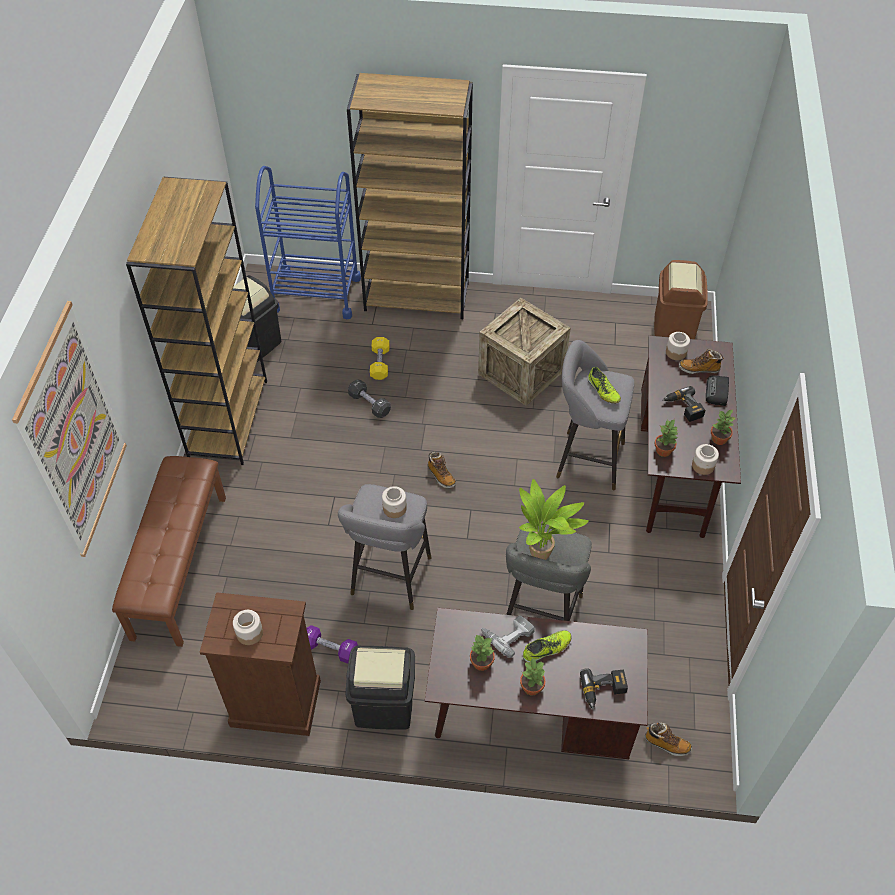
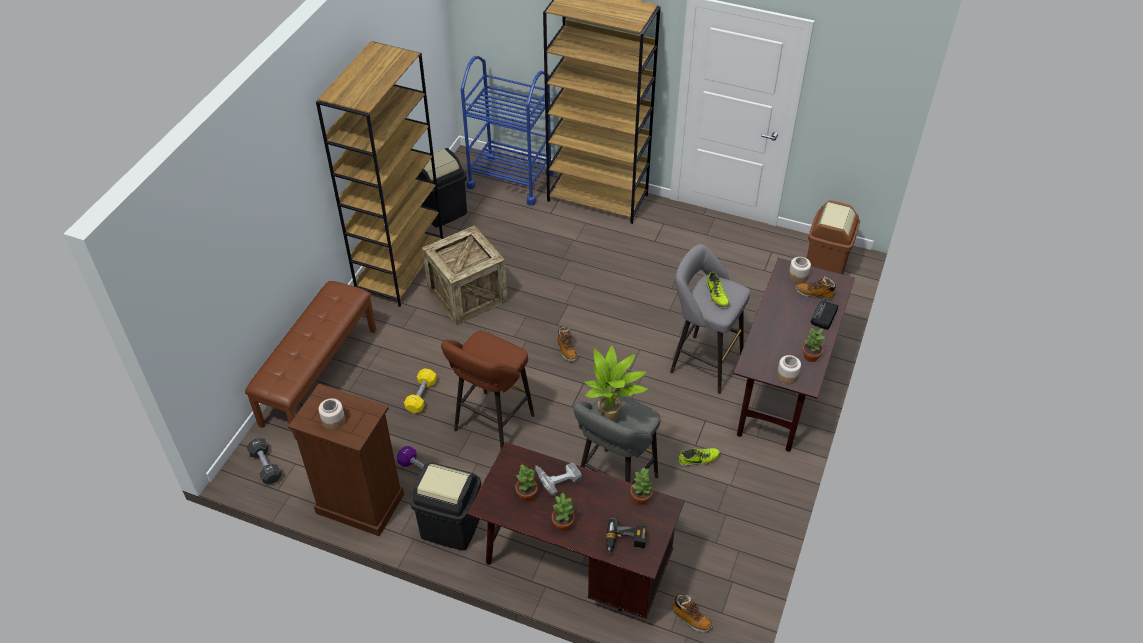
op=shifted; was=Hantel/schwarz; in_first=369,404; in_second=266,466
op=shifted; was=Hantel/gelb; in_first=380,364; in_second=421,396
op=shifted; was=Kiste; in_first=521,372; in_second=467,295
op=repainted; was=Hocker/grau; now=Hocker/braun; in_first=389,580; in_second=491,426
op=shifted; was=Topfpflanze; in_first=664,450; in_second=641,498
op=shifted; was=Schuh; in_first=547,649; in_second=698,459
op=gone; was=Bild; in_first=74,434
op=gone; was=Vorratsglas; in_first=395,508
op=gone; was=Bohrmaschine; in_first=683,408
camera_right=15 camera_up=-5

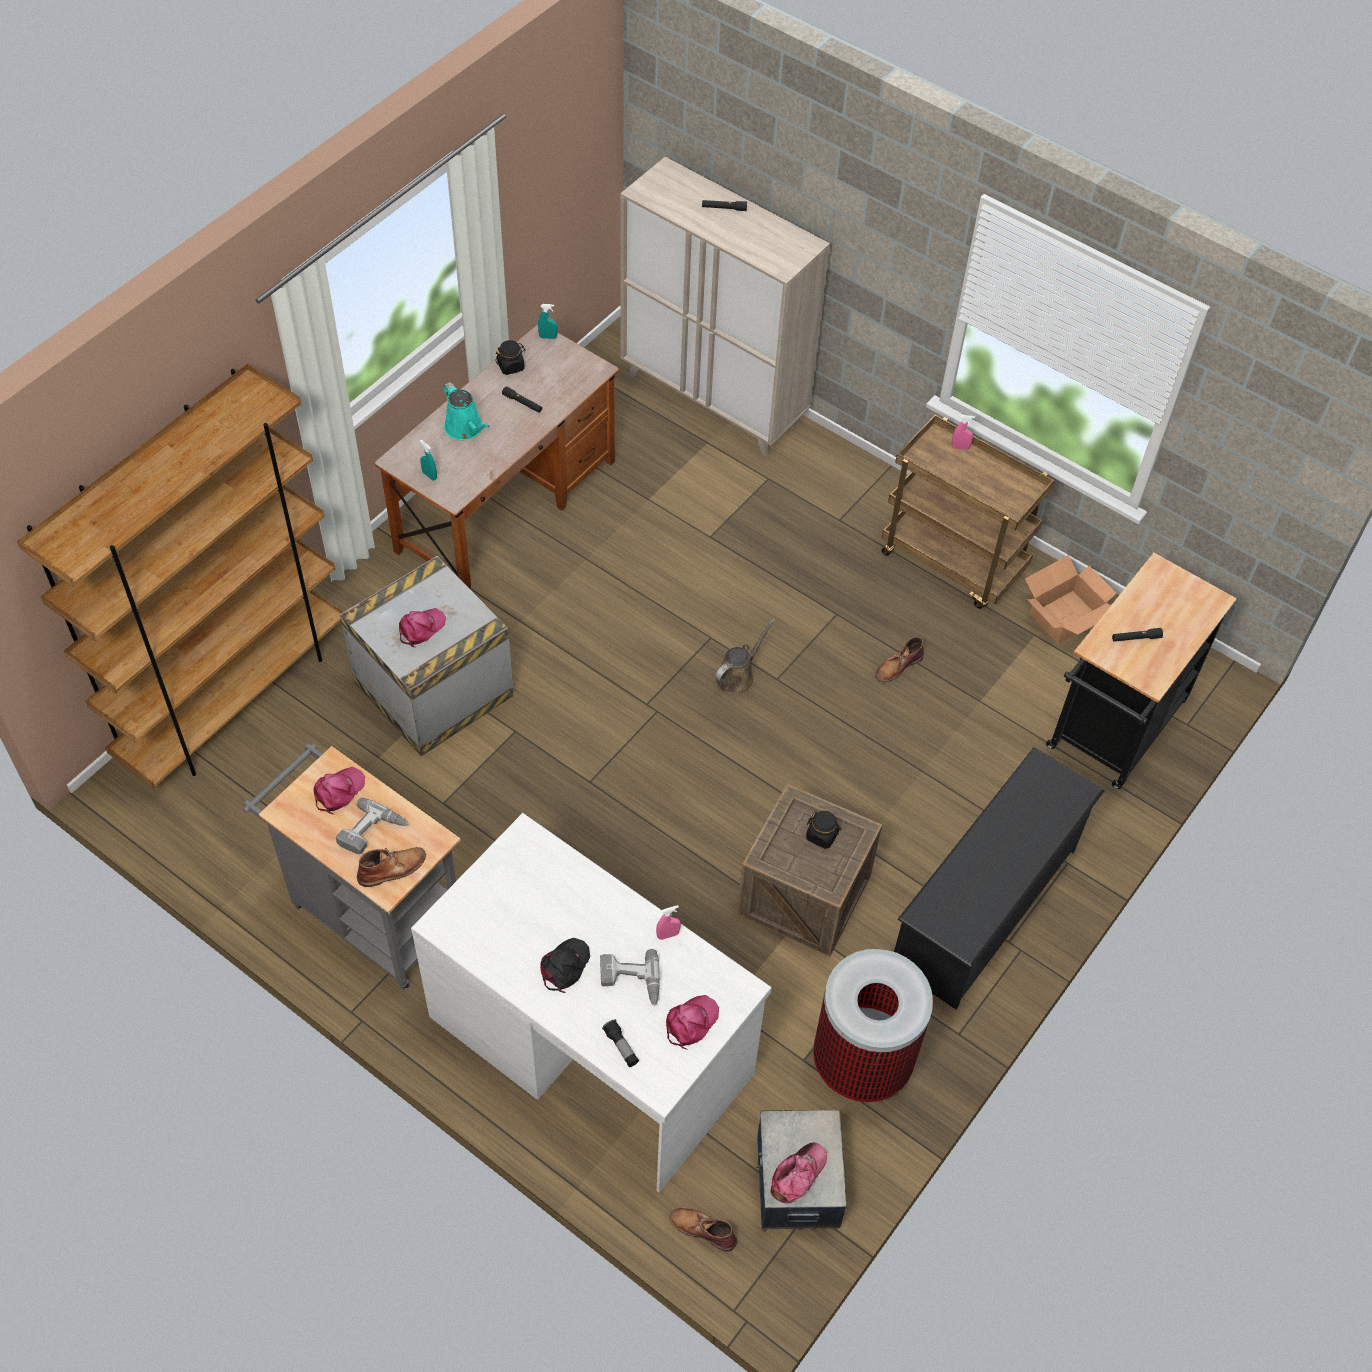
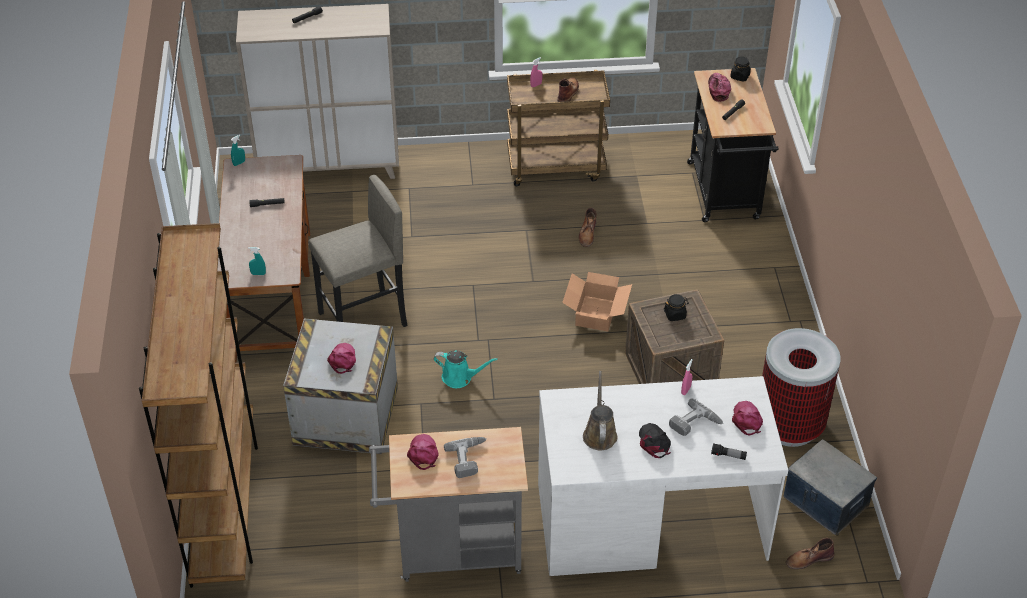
op=new; now=Hocker/grau; in_second=363,320
op=shifted; was=Gießkanne/türkis; in_first=466,429; in_second=460,377
op=shifted; was=Stiefel/braun; in_first=392,869; in_second=568,92
op=shifted; was=Karton; in_first=1064,616; in_second=595,314
op=shifted; was=Gießkanne/braun; in_first=737,676; in_second=599,433
op=shifted; was=Kappe; in_first=798,1174; in_second=718,89
op=shifted; was=Vorratsglas/schwarz; in_first=511,366; in_second=740,76
op=gone; was=Schuhregal/schwarz; in_first=985,907
camera_right=-40 camera_up=-10

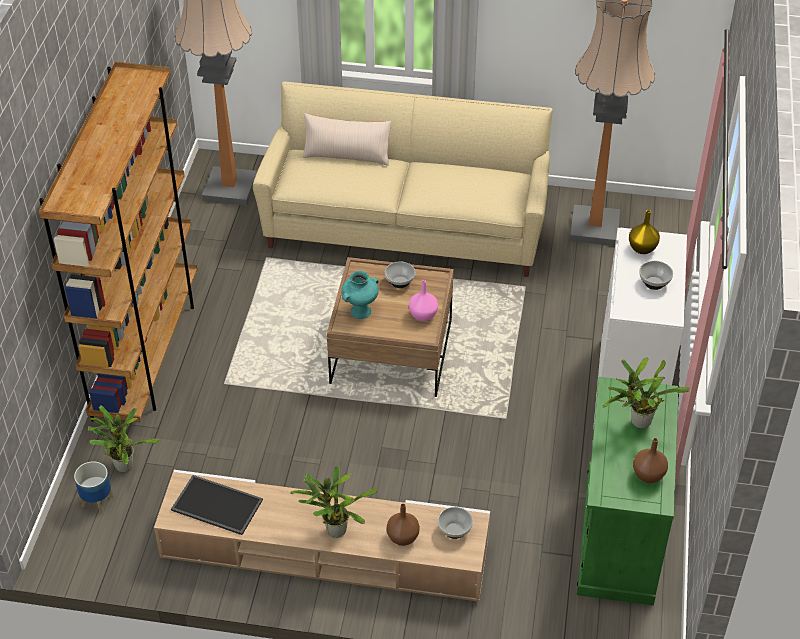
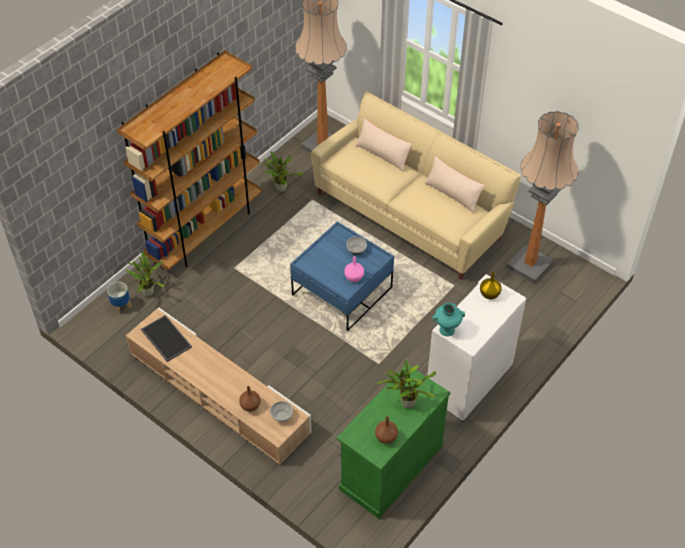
op=shifted; was=Topfpflanze; in_first=334,529; in_second=280,187
op=repainted; was=Couchtisch/braun; now=Couchtisch/blau; in_first=391,351; in_second=342,291
op=new; now=Kissen/beige; in_second=453,194
op=shifted; was=Vase/türkis; in_first=361,311; in_second=447,329
op=gone; was=Schüssel; in_first=653,283
camera_right=30 camera_up=5

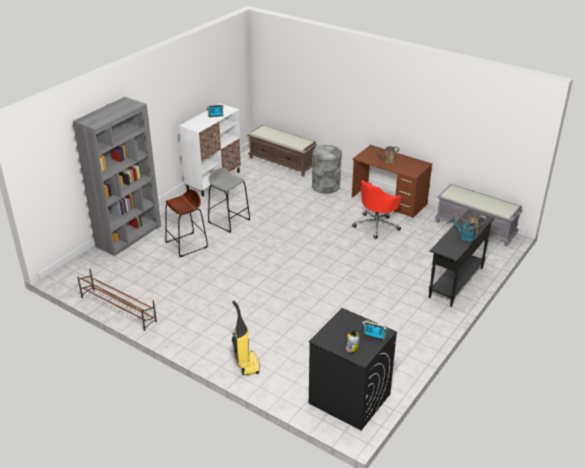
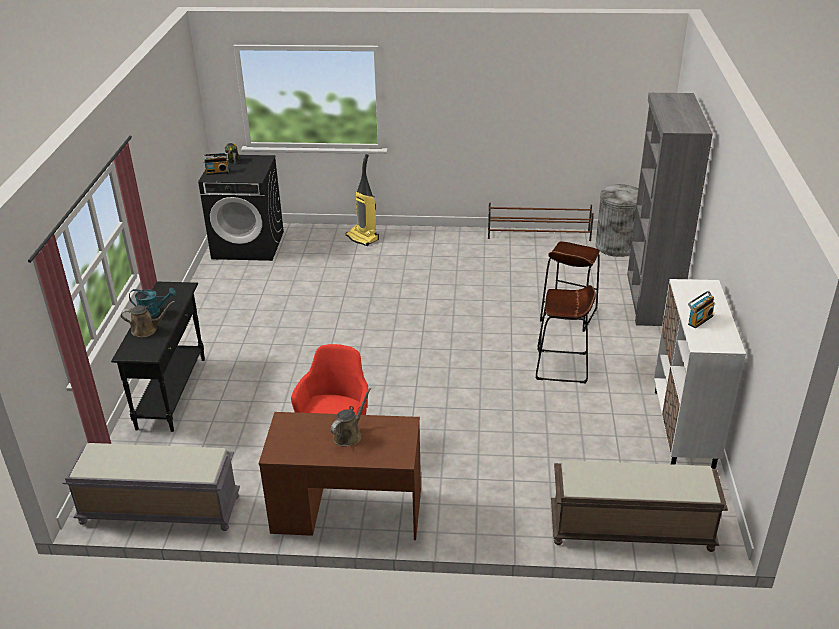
op=repainted; was=Hocker/grau; now=Hocker/braun; in_first=229,221; in_second=561,366
op=shifted; was=Mülleimer/grau; in_first=326,186; in_second=616,246
camera_right=150 camera_up=0

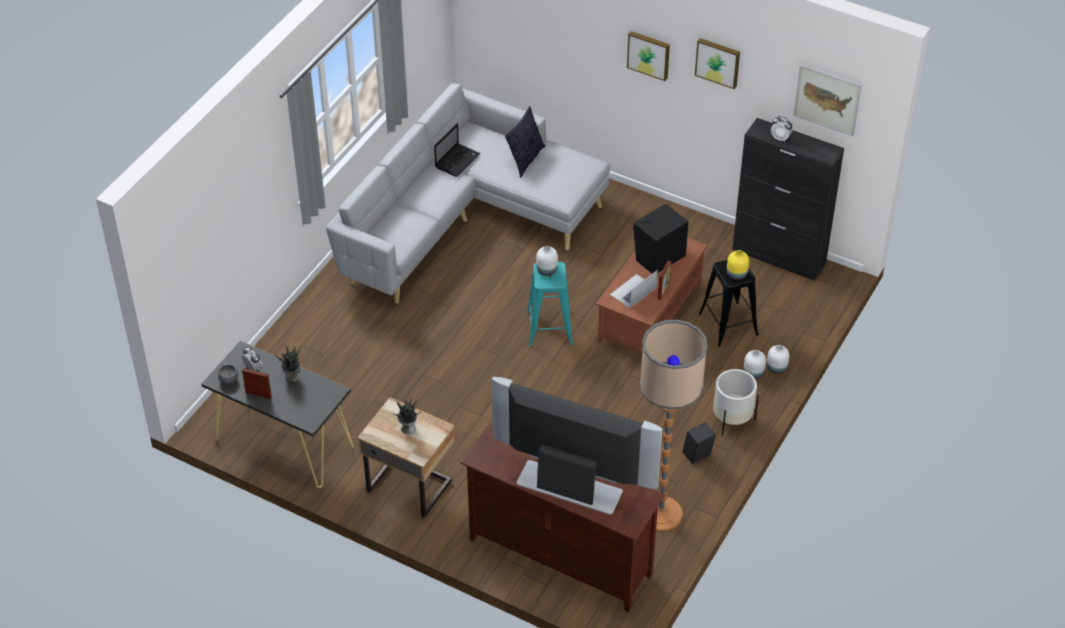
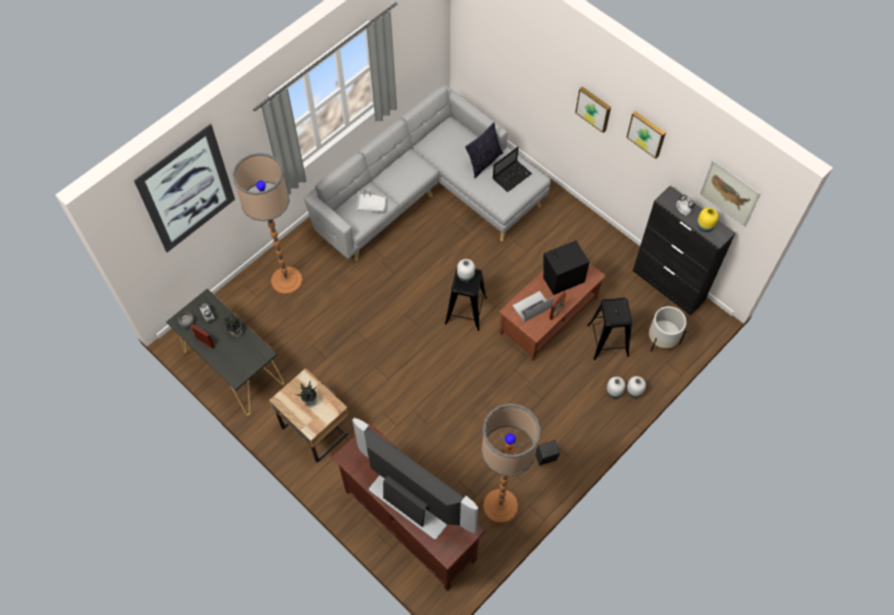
op=new; now=Bild; in_second=187,190
op=new; now=Stehlampe; in_second=286,280
op=new; now=Tablett/grau; in_second=371,204
op=repainted; was=Hocker/türkis; now=Hocker/schwarz; in_first=549,327; in_second=465,310
op=shifted; was=Laptop; in_first=457,160; in_second=512,176
op=shifted; was=Pflanzkübel/weiß; in_first=732,420; in_second=662,340
op=shifted; was=Vase/gelb; in_first=737,274; in_second=705,226
camera_right=15 camera_up=15

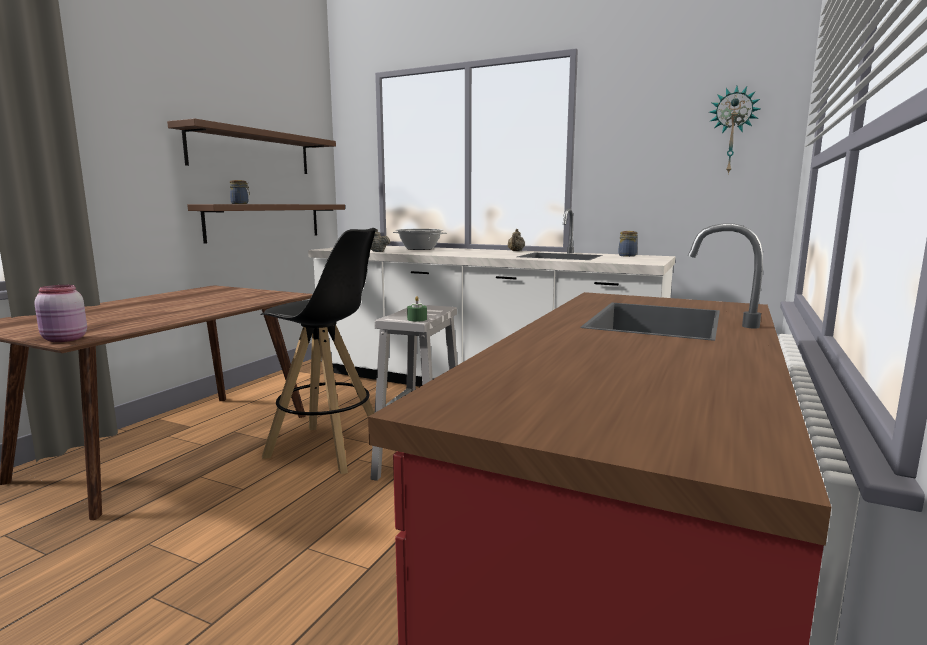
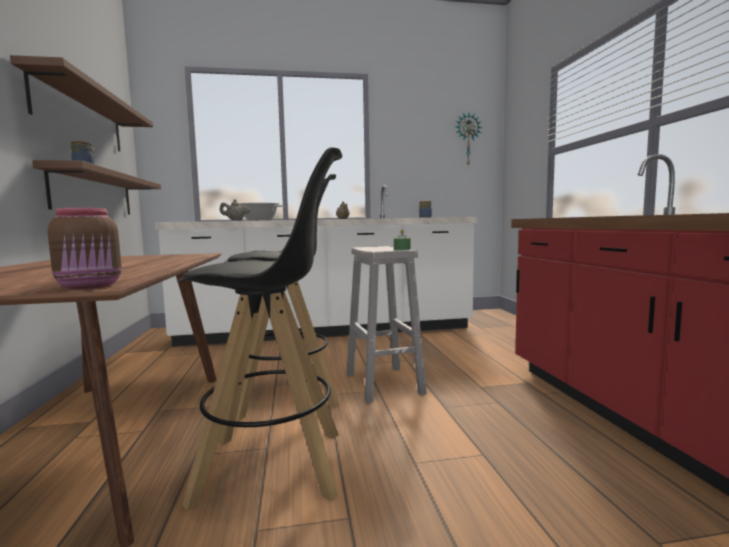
op=repainted; was=Vorratsglas/rosa; now=Vorratsglas/braun; in_first=65,339; in_second=91,286
op=new; now=Hocker/schwarz; in_second=274,466
camera_right=-35 camera_up=-5

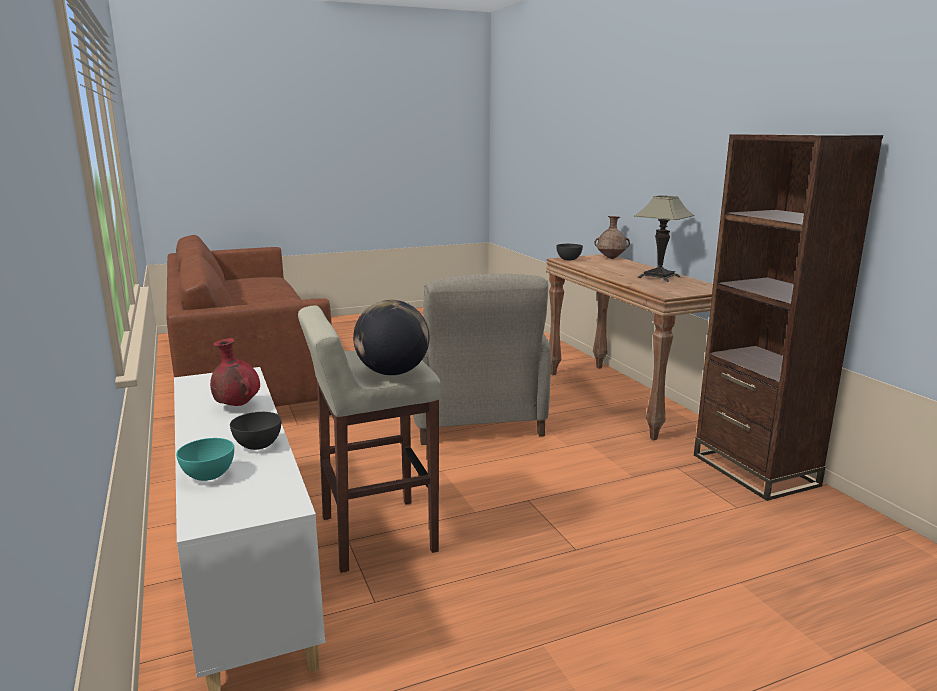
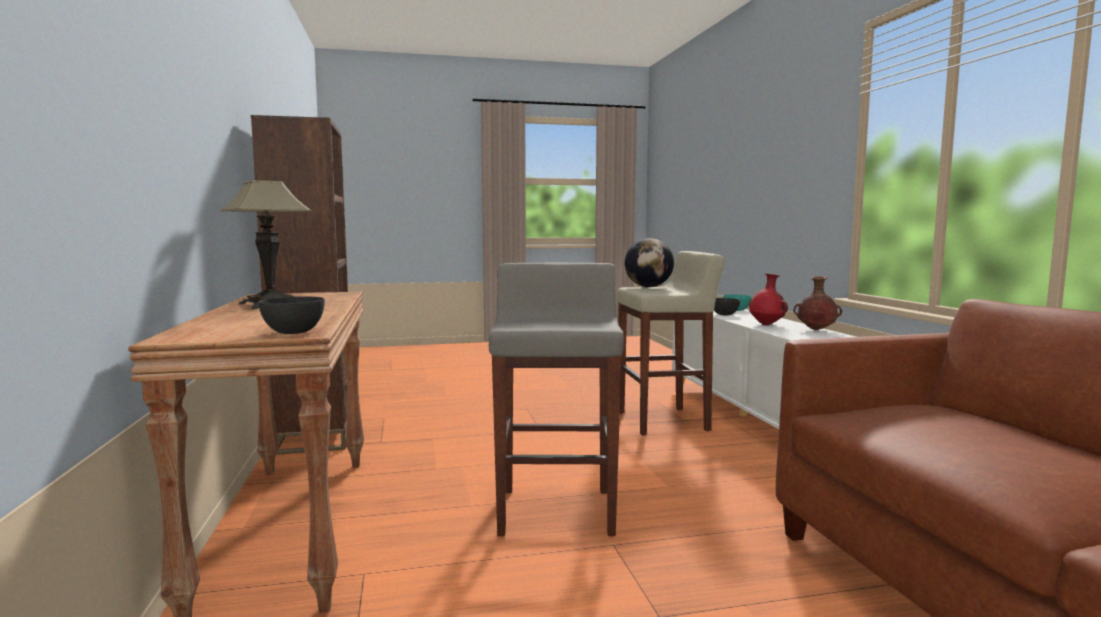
op=swapped; was=Sessel/beige; now=Hocker/grau; in_first=473,417; in_second=556,511
op=shifted; was=Vase/braun; in_first=611,258; in_second=815,330
camera_right=-170 camera_up=-10

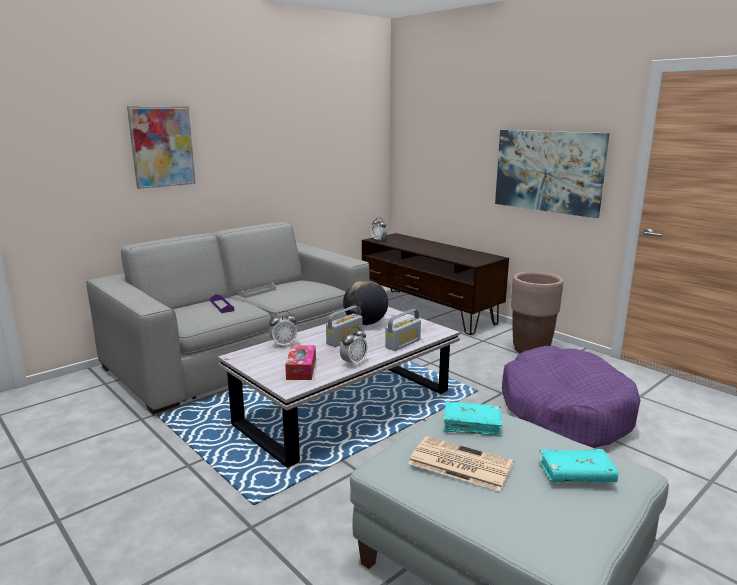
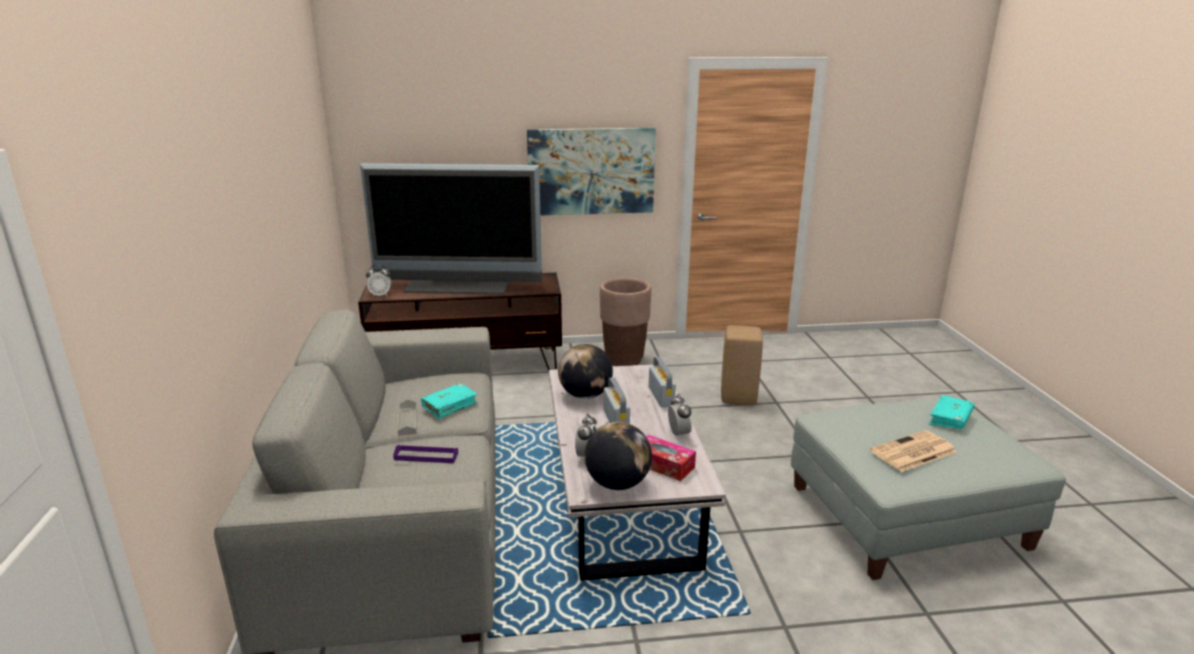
op=new; now=Fernseher; in_second=458,286
op=shifted; was=Buch/türkis; in_first=472,425; in_second=449,406
op=new; now=Globus; in_second=617,483
op=swapped; was=Hundebett/lila; now=Hocker/beige; in_first=565,411; in_second=739,398
op=gone; was=Bild; in_first=162,146
camera_right=-55 camera_up=5

